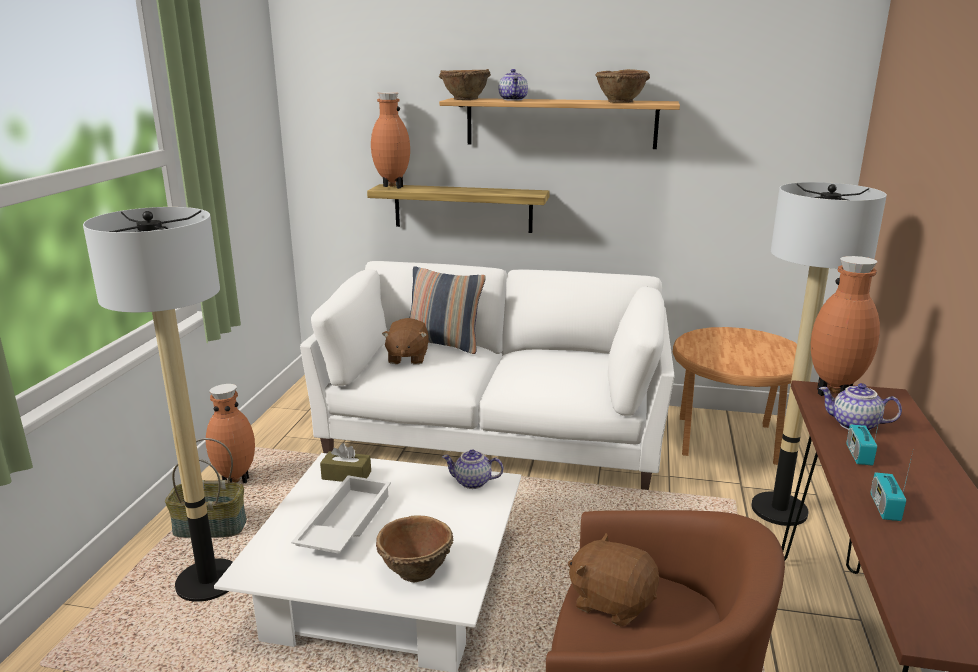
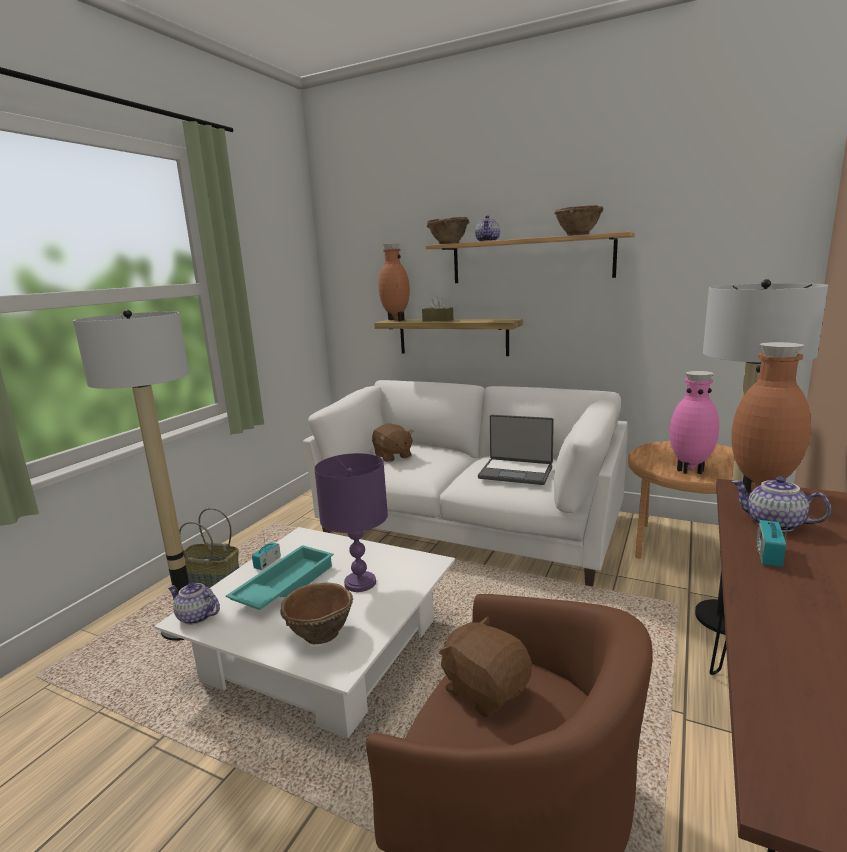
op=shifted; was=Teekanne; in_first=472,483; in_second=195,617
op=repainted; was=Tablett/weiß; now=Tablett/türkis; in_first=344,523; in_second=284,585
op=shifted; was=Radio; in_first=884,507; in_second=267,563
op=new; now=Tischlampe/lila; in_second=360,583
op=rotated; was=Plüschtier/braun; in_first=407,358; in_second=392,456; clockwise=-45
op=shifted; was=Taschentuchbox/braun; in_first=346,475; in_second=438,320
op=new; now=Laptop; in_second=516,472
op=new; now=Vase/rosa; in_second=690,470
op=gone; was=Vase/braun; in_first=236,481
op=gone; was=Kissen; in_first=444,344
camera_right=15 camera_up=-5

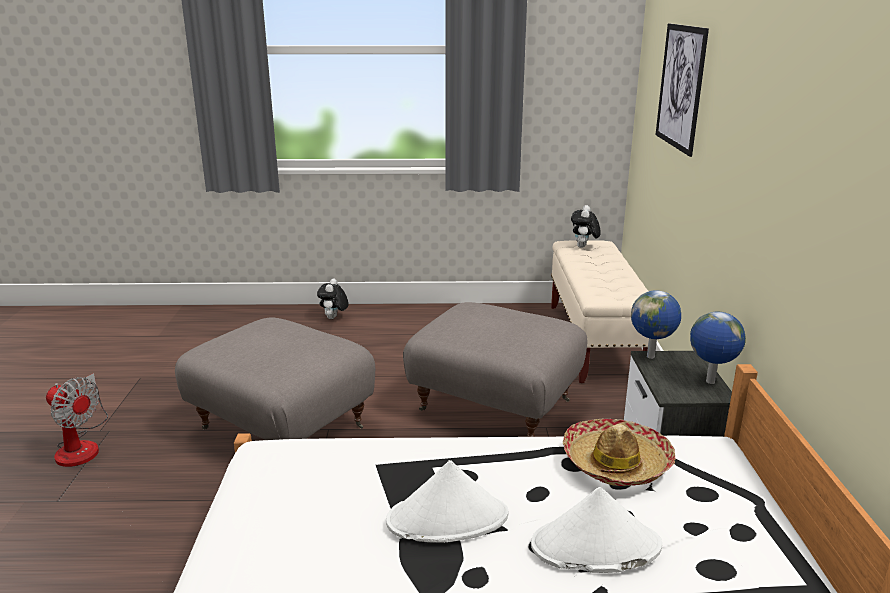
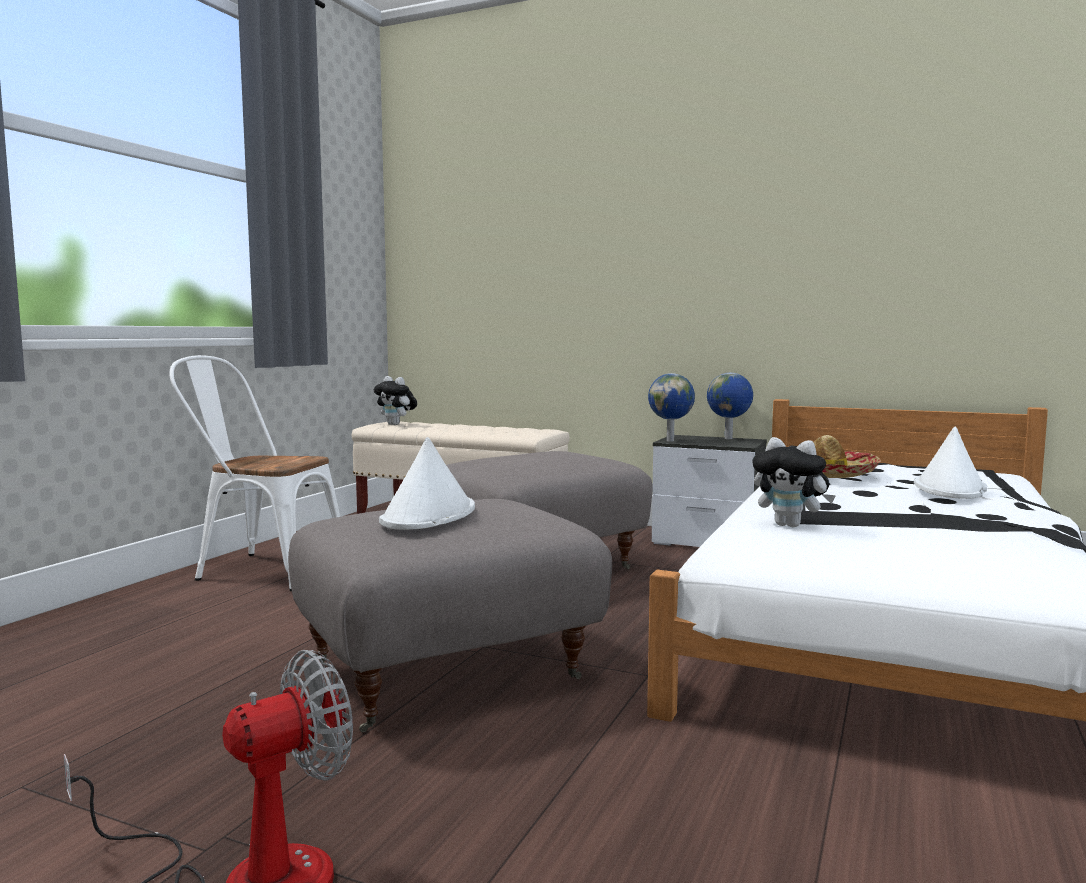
op=new; now=Stuhl/weiß; in_second=262,569
op=shifted; was=Hut/weiß; in_first=448,519; in_second=429,516
op=shifted; was=Plüschtier; in_first=334,318; in_second=791,525
op=gone; was=Bild; in_first=680,87
camera_right=-65 camera_up=-15

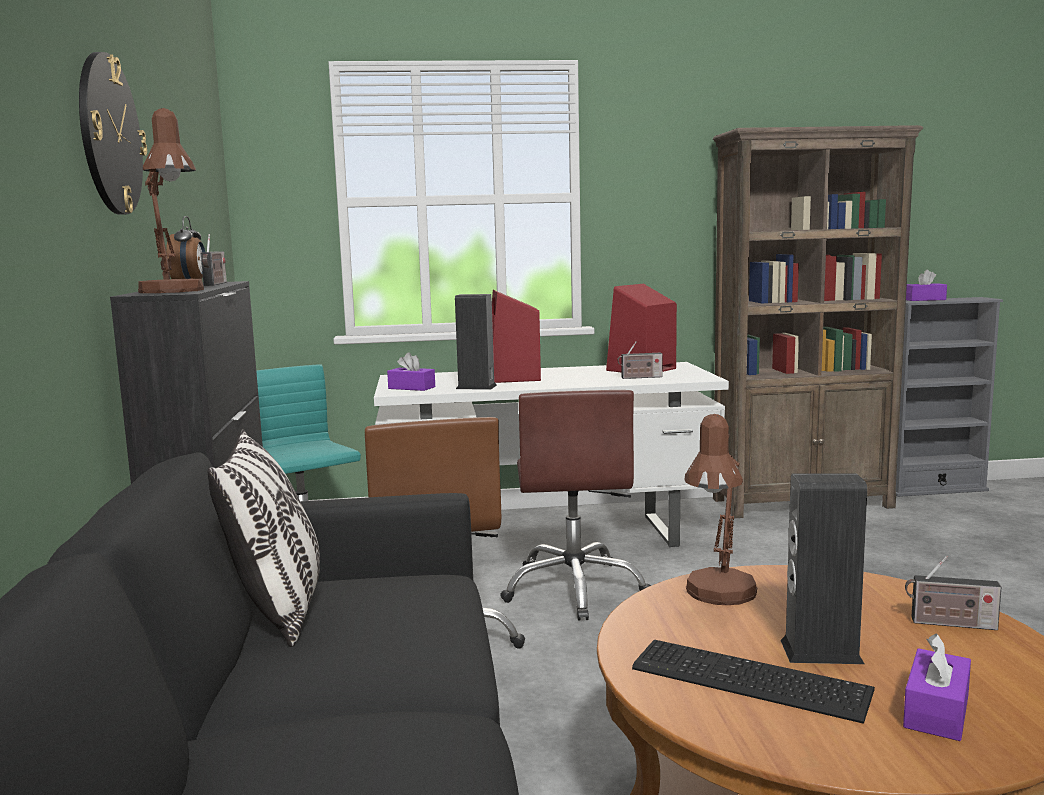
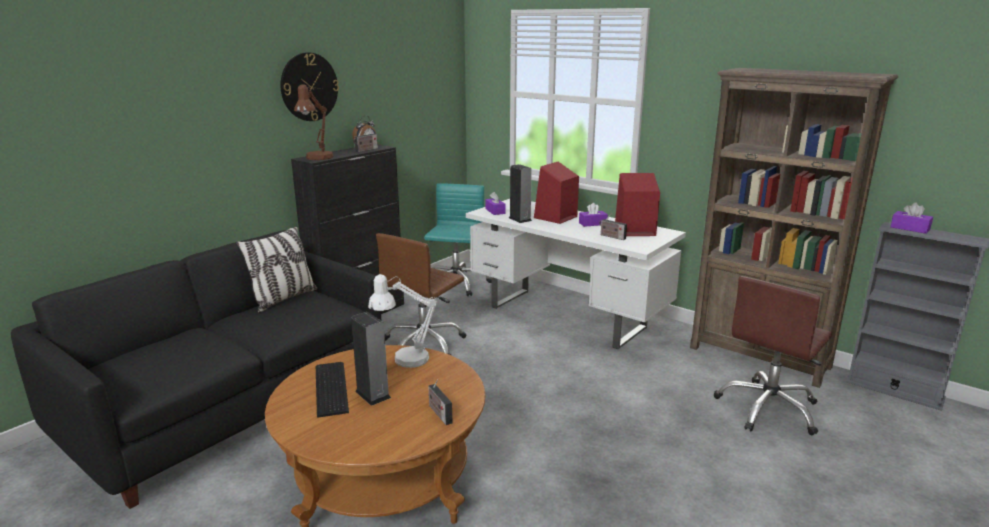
op=repainted; was=Tischlampe/braun; now=Tischlampe/weiß; in_first=718,597; in_second=404,360
op=shifted; was=Taschentuchbox/lila; in_first=936,711; in_second=592,223
op=shifted; was=Bürostuhl/braun; in_first=575,589; in_second=768,408
camera_right=45 camera_up=10

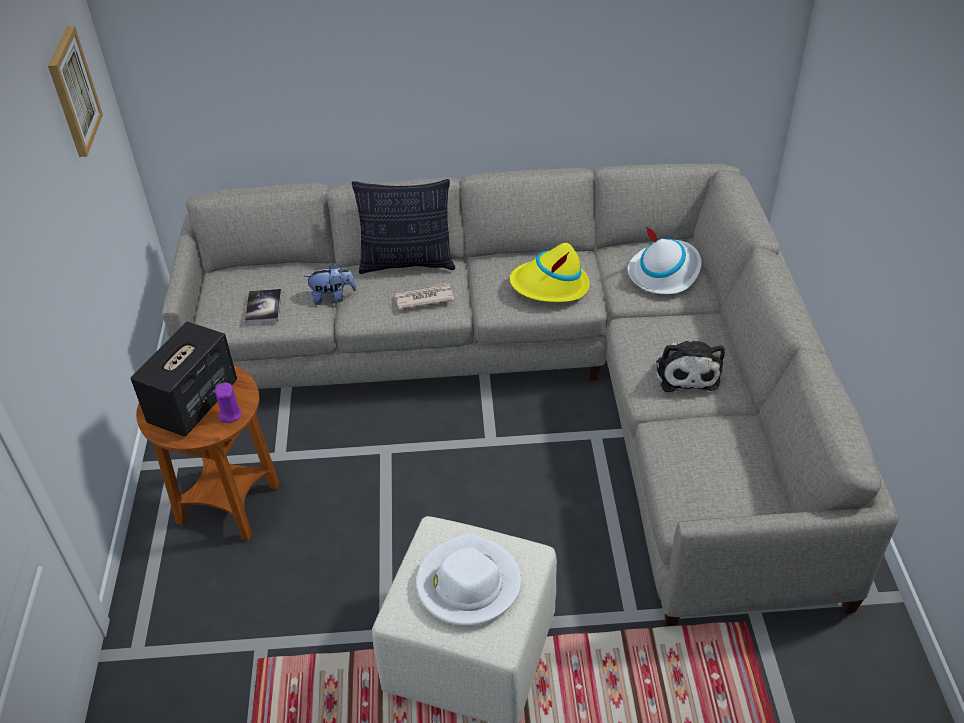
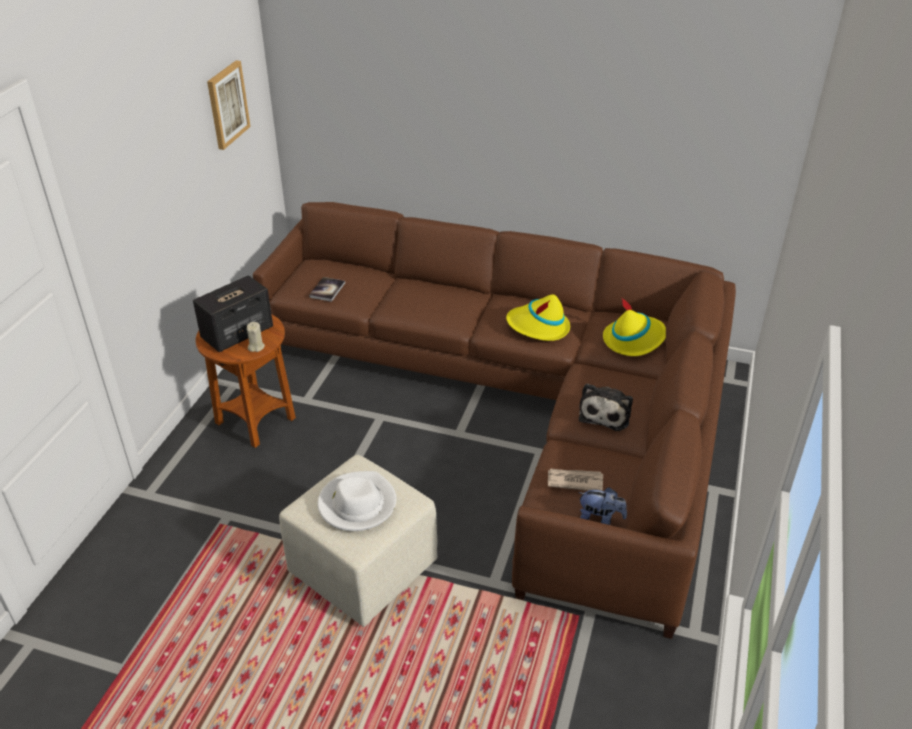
op=repainted; was=Kerze/lila; now=Kerze/beige; in_first=230,414; in_second=256,347
op=repainted; was=Sofa/grau; now=Sofa/braun; in_first=547,382; in_second=524,405
op=shifted; was=Zeitung; in_first=423,298; in_second=574,481
op=shifted; was=Plüschtier; in_first=333,297; in_second=600,518
op=repainted; was=Hut/weiß; now=Hut/gelb; in_first=664,272; in_second=634,339
op=gone; was=Kissen; in_first=407,263
camera_right=20 camera_up=-5

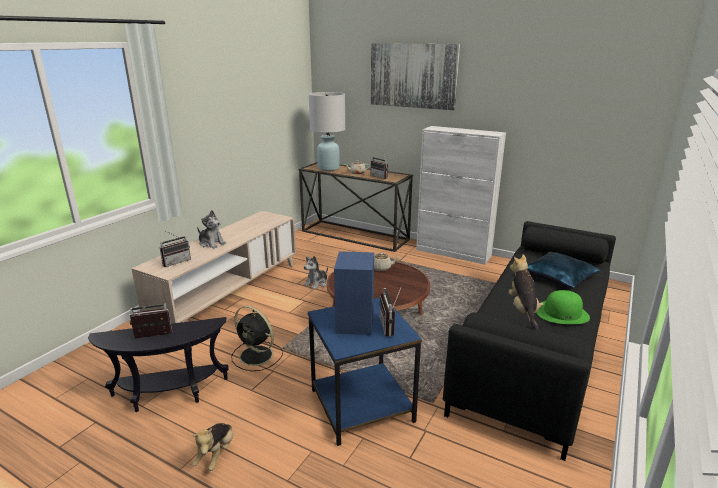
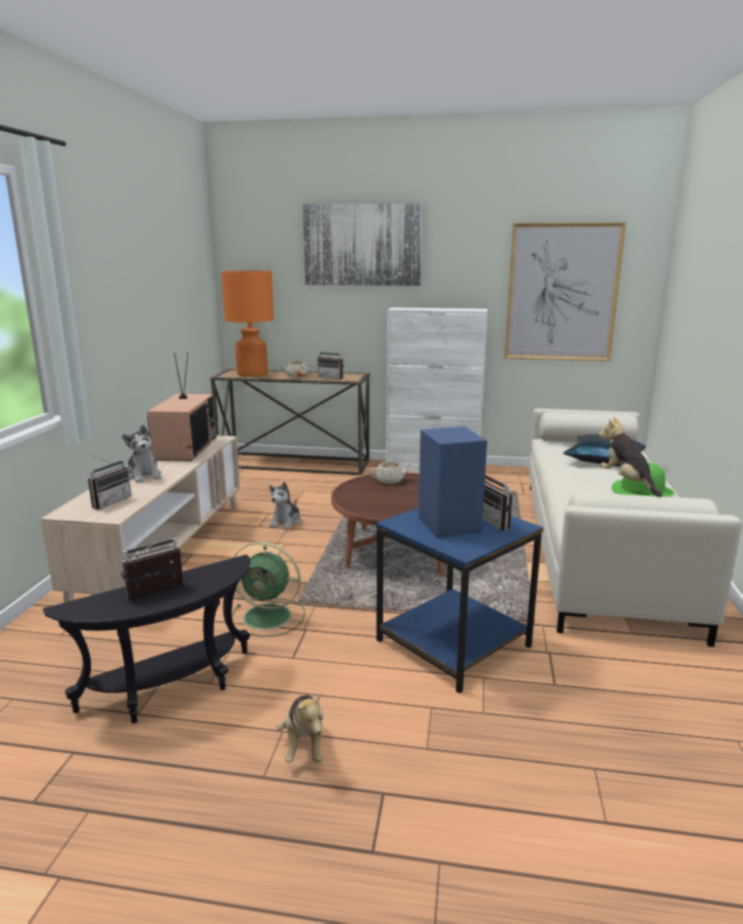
op=rotated; was=Plüschtier; in_first=211,243; in_second=144,475; clockwise=45
op=new; now=Fernseher; in_second=185,448
op=repainted; was=Tischlampe/weiß; now=Tischlampe/orange; in_first=328,168; in_second=252,374
op=repainted; was=Ventilator/schwarz; now=Ventilator/grün; in_first=257,356; in_second=269,617
op=new; now=Bild; in_second=562,293
op=repainted; was=Sofa/schwarz; now=Sofa/beige; in_first=535,350; in_second=600,549
camera_right=-20 camera_up=-5

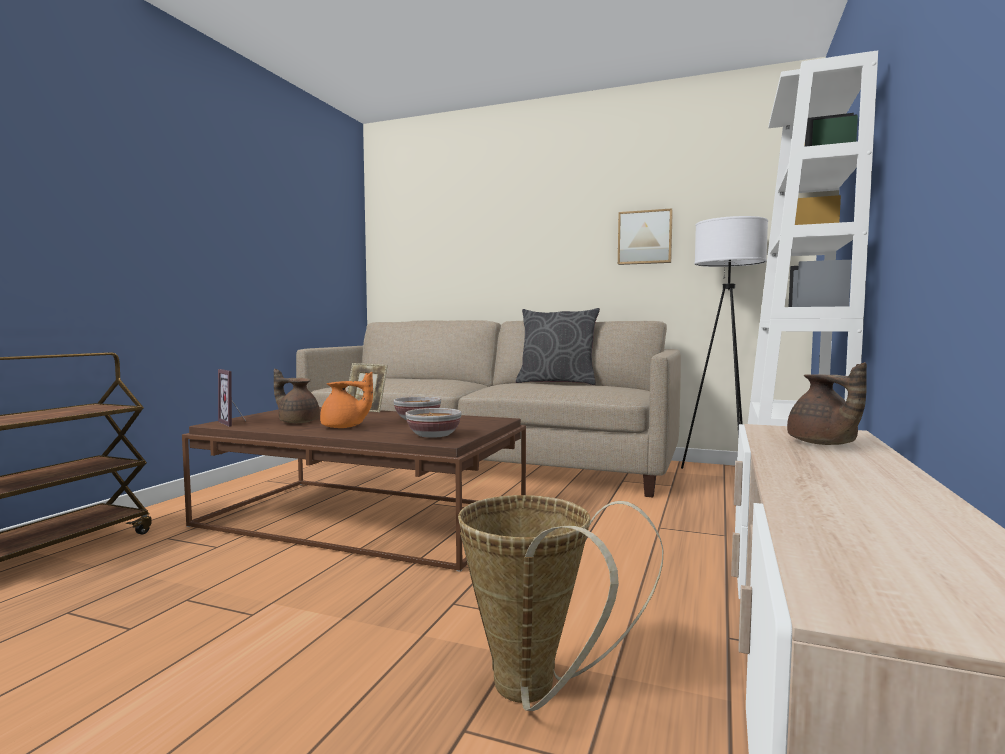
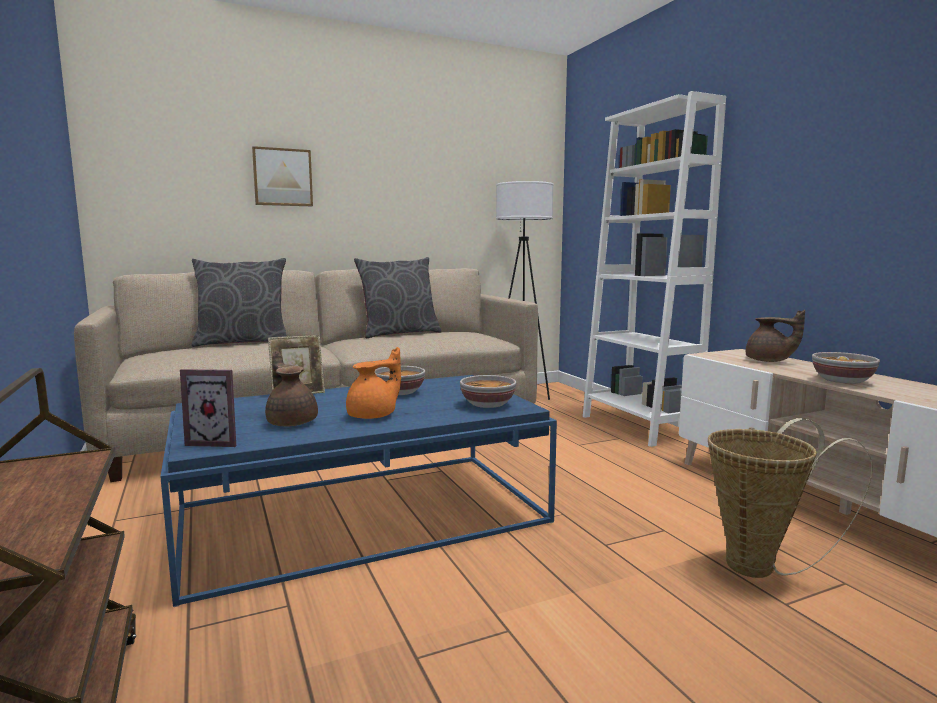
op=repainted; was=Couchtisch/braun; now=Couchtisch/blau; in_first=364,518; in_second=363,515
op=new; now=Kissen/grau; in_second=243,343
op=shifted; was=Bild; in_first=645,237; in_second=282,177
op=rotated; was=Teekanne/braun; in_first=297,422; in_second=292,422; clockwise=75
op=new; now=Schüssel; in_second=842,381
camera_right=-45 camera_up=5

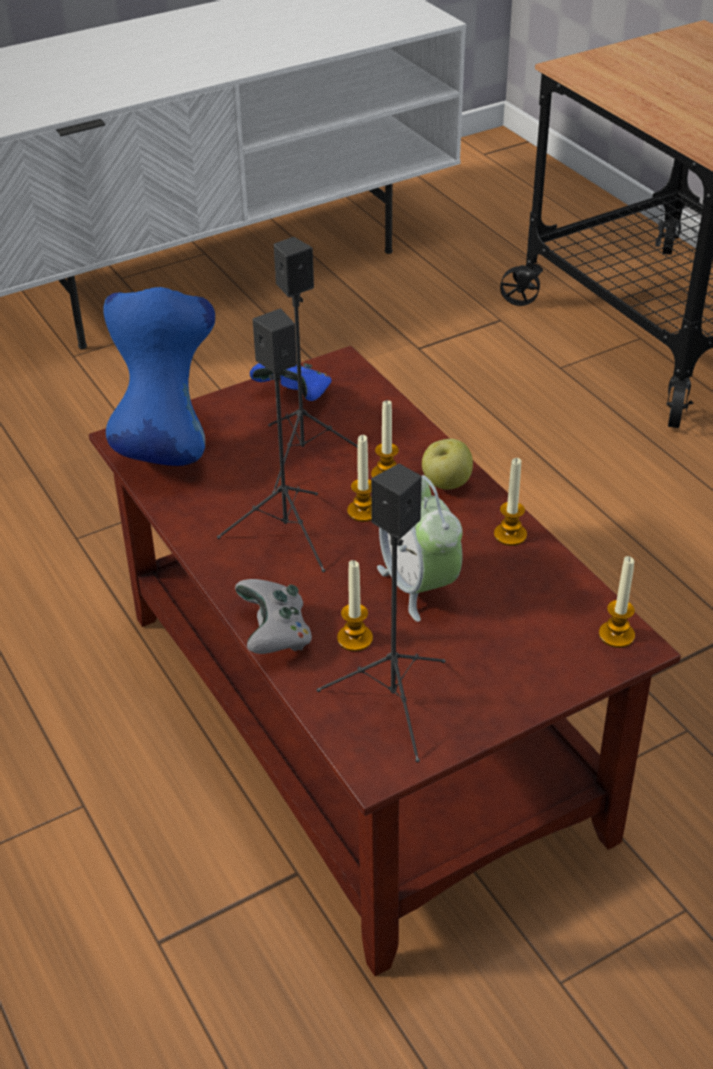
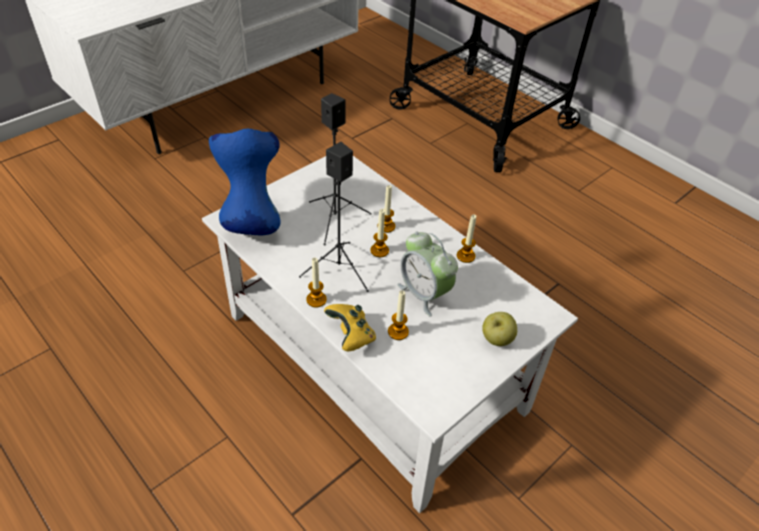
op=repainted; was=Couchtisch/braun; now=Couchtisch/weiß; in_first=363,724; in_second=376,363
op=shifted; was=Kerze; in_first=616,635; in_second=316,299
op=repainted; was=Gamepad/grau; now=Gamepad/gelb; in_first=275,635; in_second=351,335
op=shifted; was=Apfel; in_first=446,484; in_second=496,339
op=gone; was=Gamepad/blau; in_first=295,395
op=gone; was=Lautsprecher/schwarz; in_first=394,704
camera_right=-15 camera_up=5

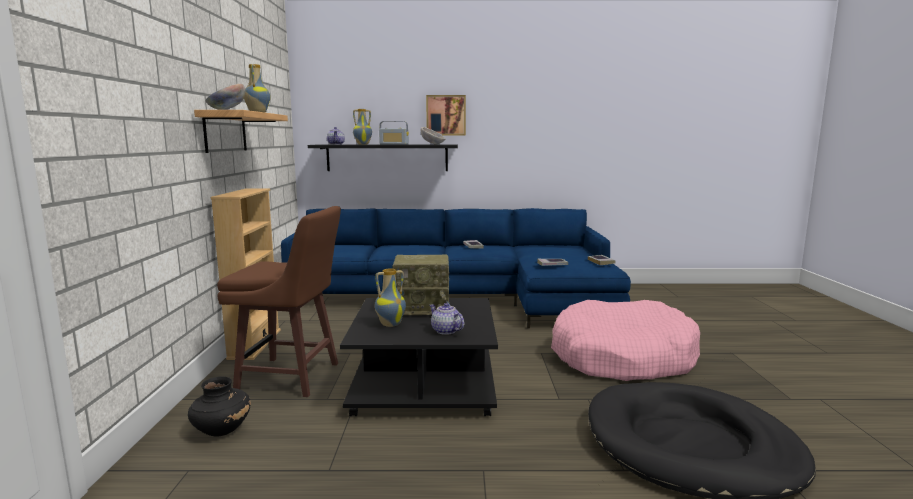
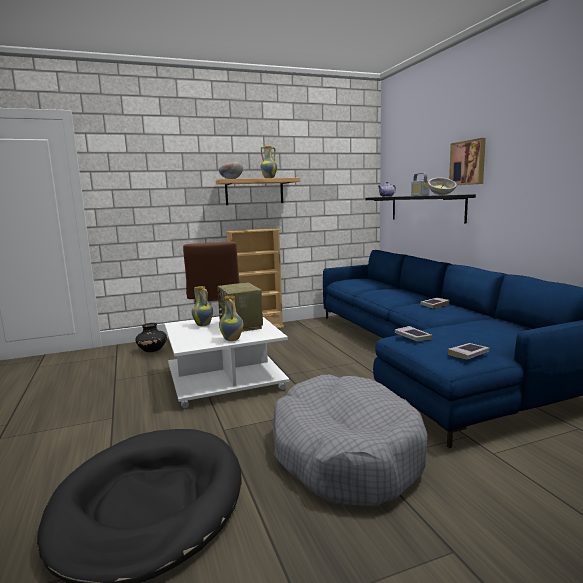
op=repainted; was=Couchtisch/schwarz; now=Couchtisch/weiß; in_first=426,384; in_second=226,379
op=shifted; was=Vase; in_first=363,144; in_second=232,339
op=repainted; was=Hundebett/rosa; now=Hundebett/grau; in_first=622,357; in_second=345,453
op=gone; was=Teekanne; in_first=446,331
camera_right=70 camera_up=0

